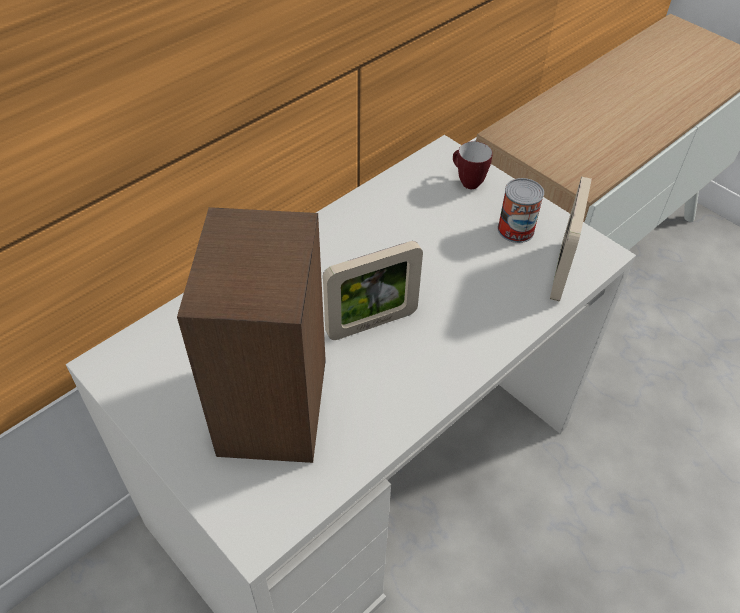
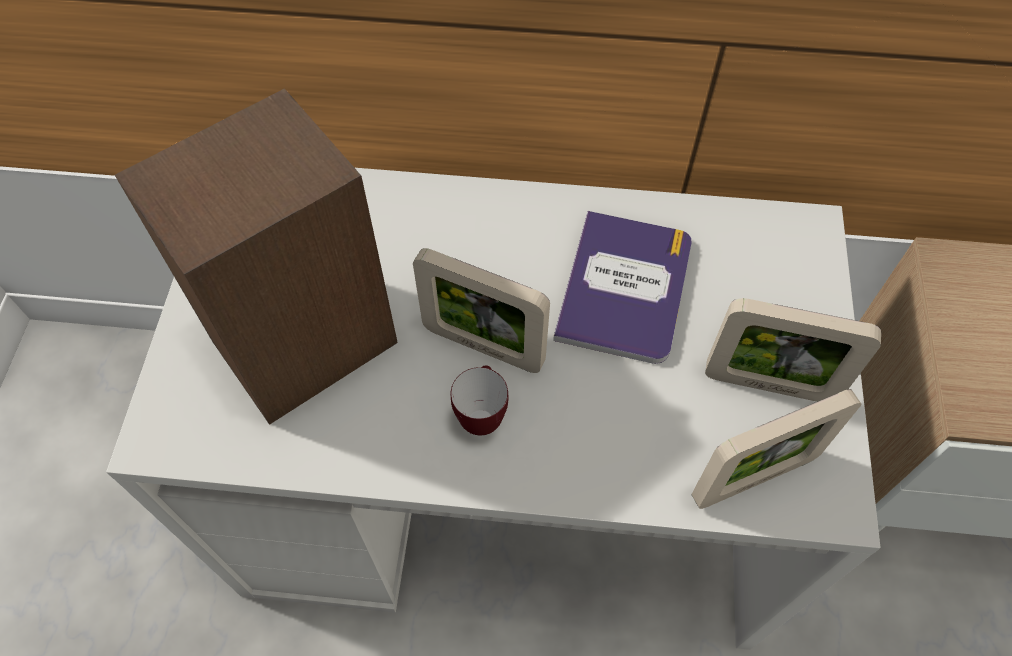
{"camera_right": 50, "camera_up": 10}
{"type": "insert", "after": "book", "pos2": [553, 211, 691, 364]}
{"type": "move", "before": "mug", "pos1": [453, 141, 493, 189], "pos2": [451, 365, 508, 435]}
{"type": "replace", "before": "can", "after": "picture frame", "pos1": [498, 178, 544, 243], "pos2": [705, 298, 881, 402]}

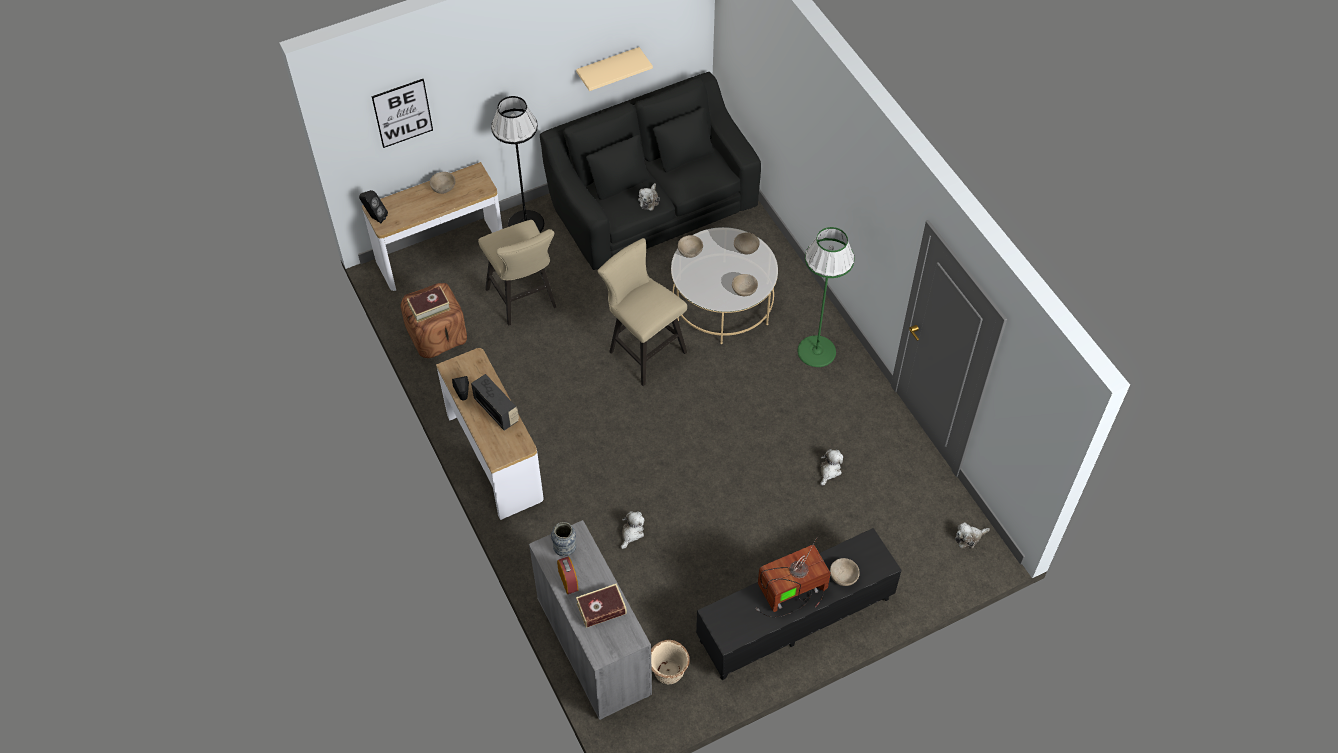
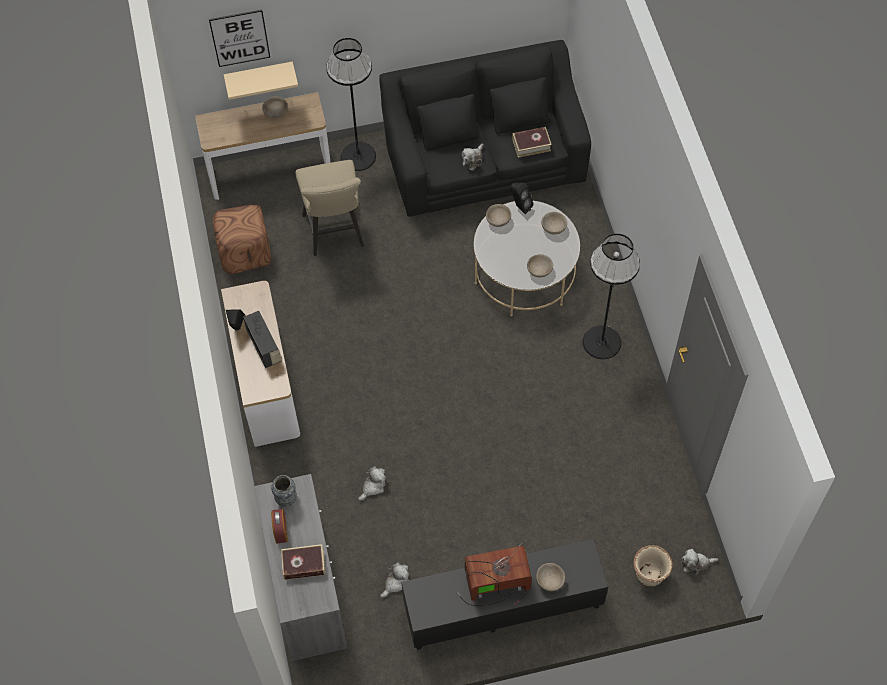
{"camera_right": 15, "camera_up": 5}
{"type": "delete", "before": "beige stool", "pos1": [597, 238, 687, 386]}
{"type": "move", "before": "black speaker", "pos1": [359, 190, 388, 223], "pos2": [510, 183, 534, 214]}
{"type": "move", "before": "book", "pos1": [407, 286, 451, 323], "pos2": [512, 127, 552, 158]}
{"type": "move", "before": "beige shelf", "pos1": [576, 47, 653, 91], "pos2": [224, 61, 298, 100]}
{"type": "move", "before": "beige planter", "pos1": [651, 640, 689, 684], "pos2": [633, 545, 673, 586]}
{"type": "move", "before": "plush toy", "pos1": [820, 449, 843, 486], "pos2": [380, 562, 409, 598]}
{"type": "recolor", "before": "green floor lamp", "after": "black floor lamp", "pos1": [797, 227, 855, 367], "pos2": [583, 234, 640, 359]}

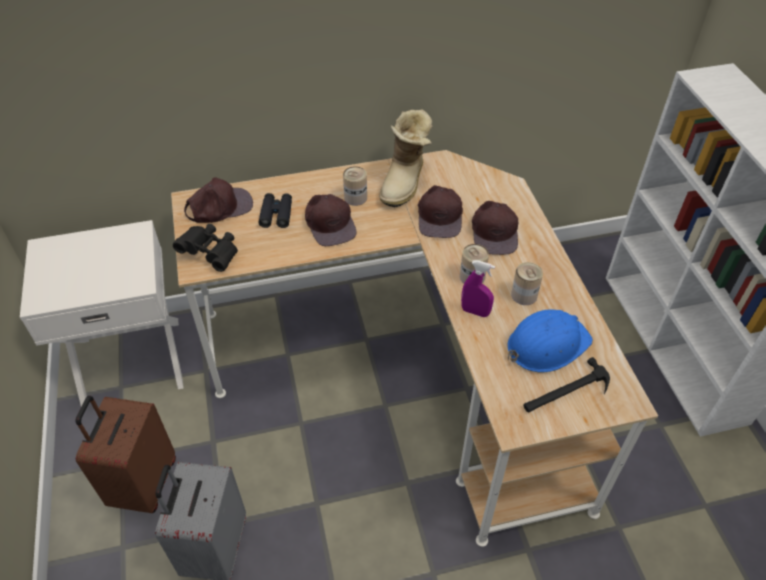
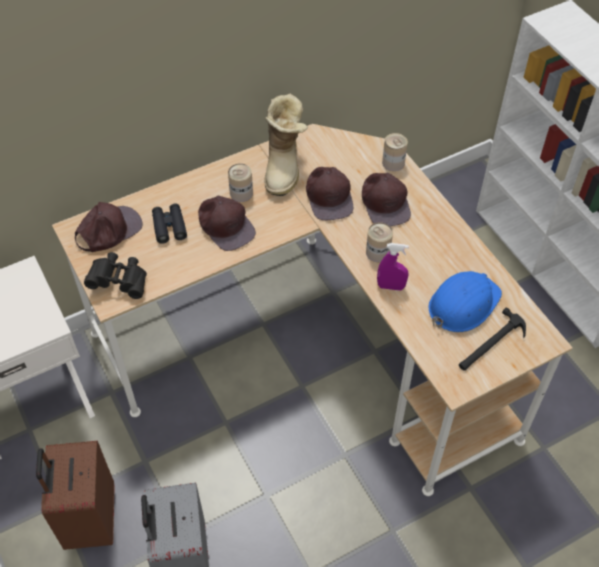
{"camera_right": -15, "camera_up": 5}
{"type": "move", "before": "can", "pos1": [511, 262, 543, 305], "pos2": [382, 133, 408, 171]}

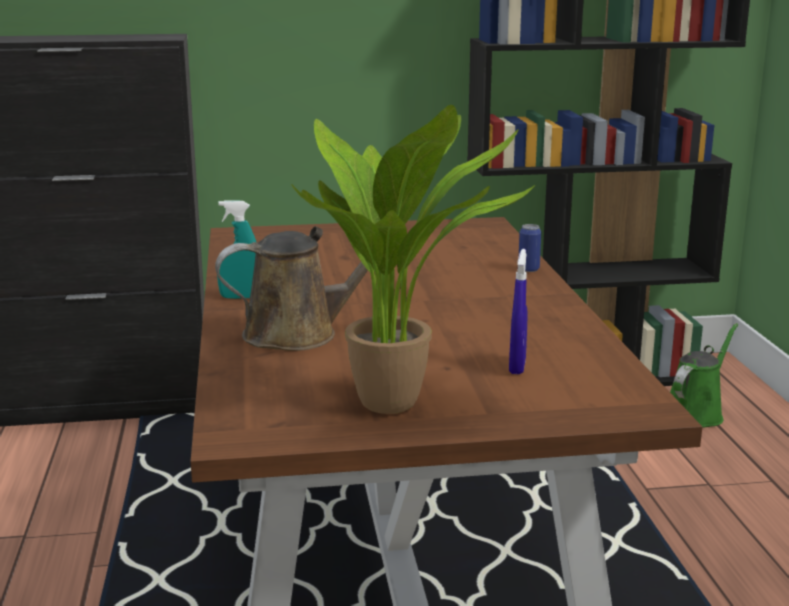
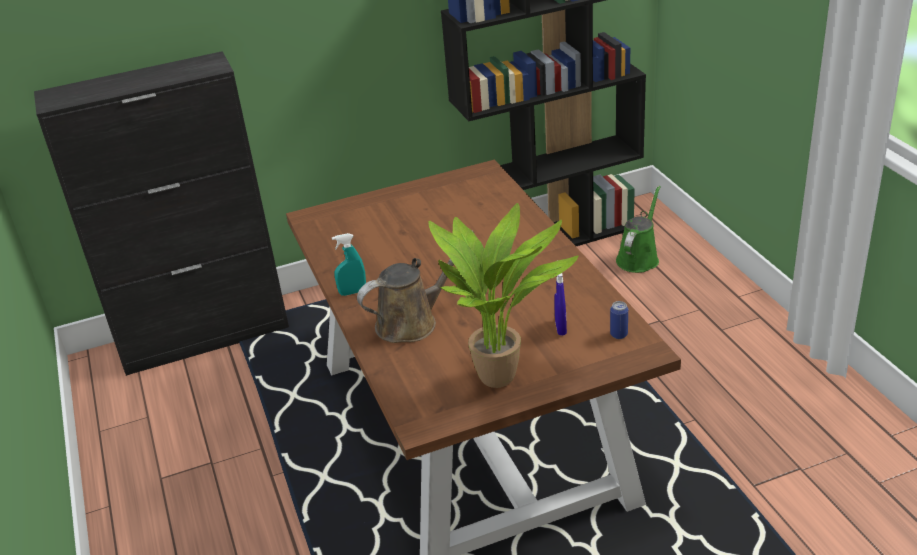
{"camera_right": -10, "camera_up": 15}
{"type": "move", "before": "can", "pos1": [519, 224, 541, 272], "pos2": [610, 301, 628, 339]}

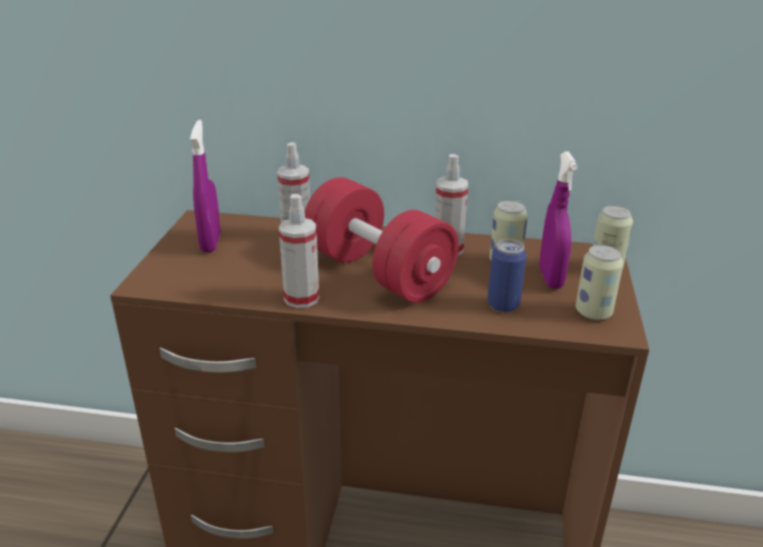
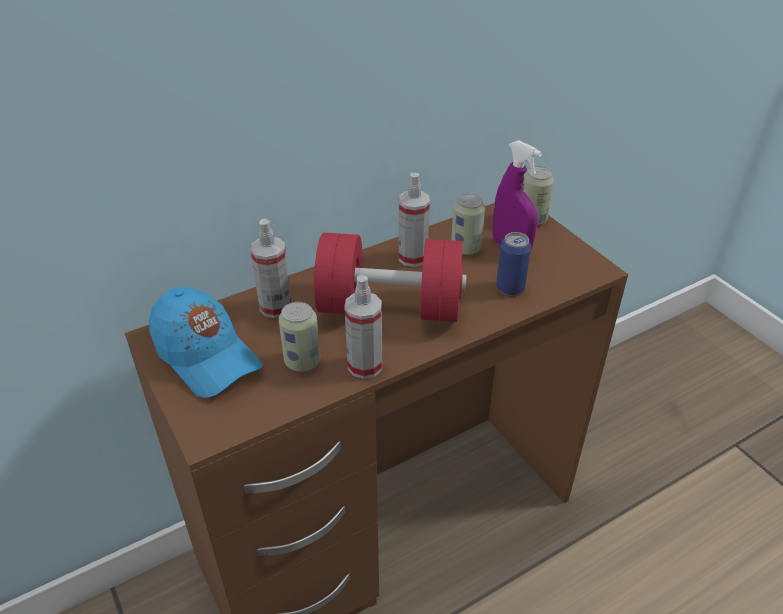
{"camera_right": -40, "camera_up": 10}
{"type": "move", "before": "can", "pos1": [576, 245, 624, 320], "pos2": [279, 302, 320, 372]}
{"type": "replace", "before": "purple spray bottle", "after": "blue cap", "pos1": [190, 120, 221, 253], "pos2": [149, 287, 263, 397]}

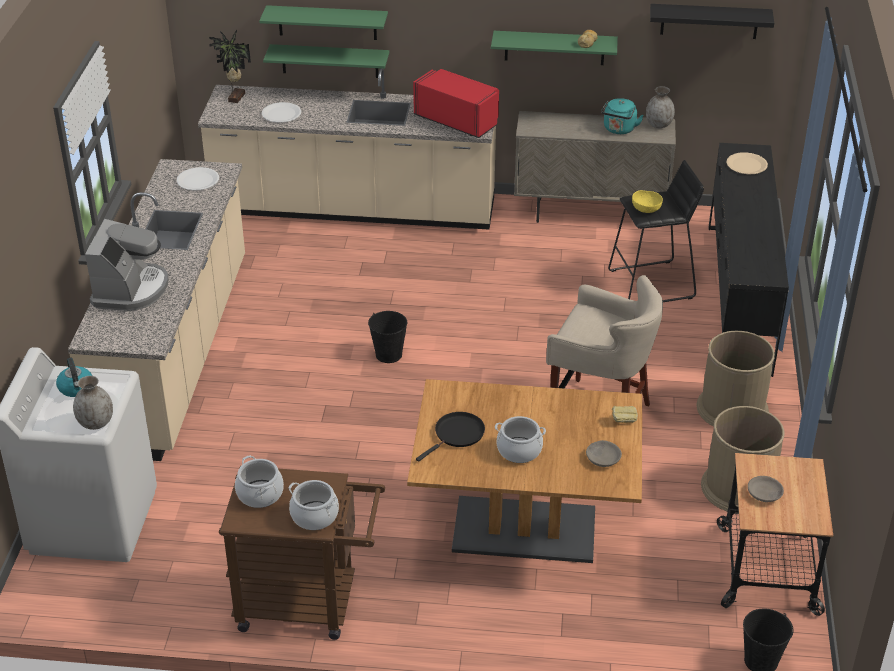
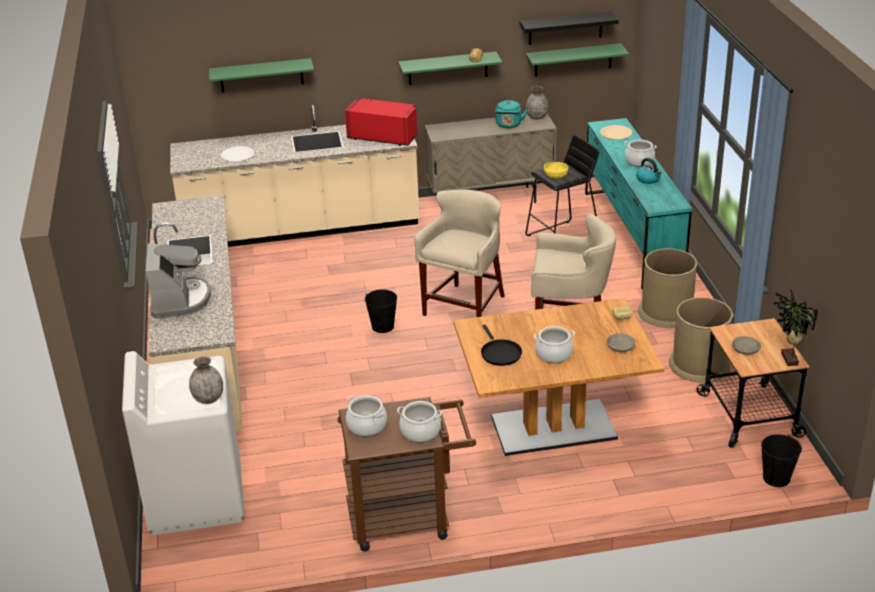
{"camera_right": -15, "camera_up": -5}
{"type": "delete", "before": "white plate", "pos1": [177, 167, 219, 191]}
{"type": "insert", "after": "beige stool", "pos2": [414, 189, 505, 317]}
{"type": "insert", "after": "cooking pot", "pos2": [625, 140, 657, 167]}
{"type": "move", "before": "kettle", "pos1": [56, 358, 92, 397], "pos2": [636, 158, 661, 184]}
{"type": "move", "before": "potted plant", "pos1": [209, 30, 251, 103], "pos2": [773, 288, 818, 366]}
{"type": "move", "before": "green shelf", "pos1": [263, 44, 389, 78], "pos2": [526, 43, 629, 76]}
{"type": "recolor", "before": "black dresser", "after": "turquoise dresser", "pos1": [709, 143, 789, 377], "pos2": [585, 118, 692, 290]}
{"type": "rotate", "before": "black frying pan", "pos1": [416, 412, 485, 462], "pos2": [481, 325, 522, 366], "turn": 135}

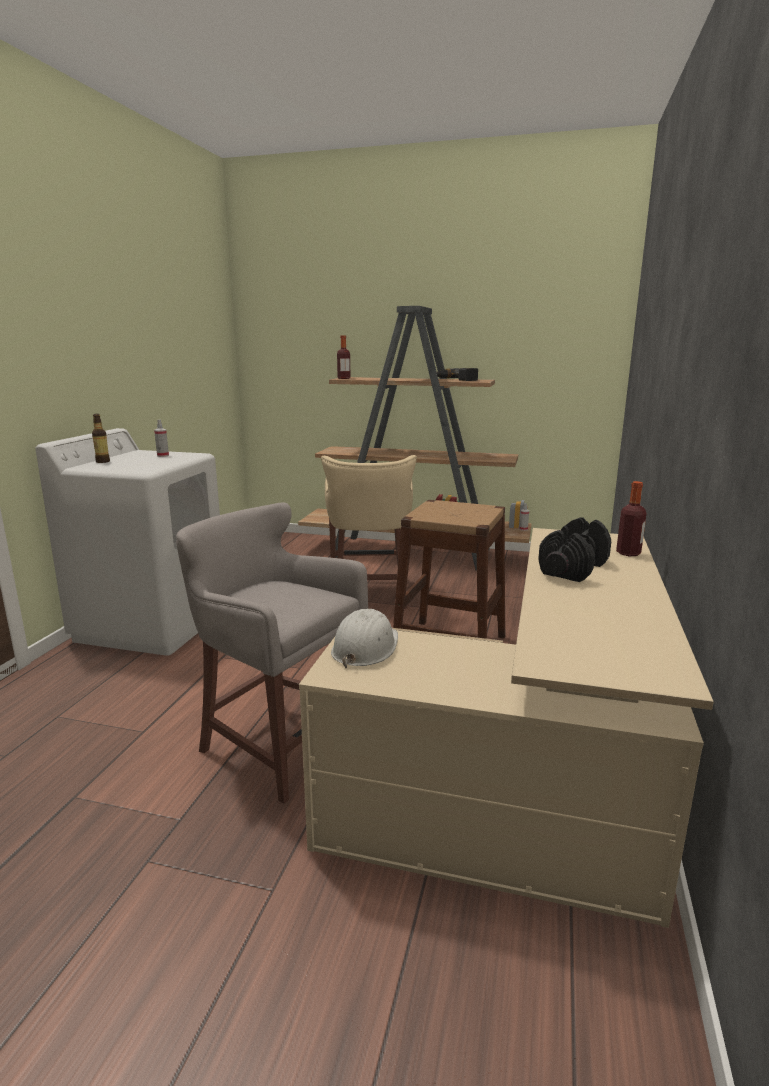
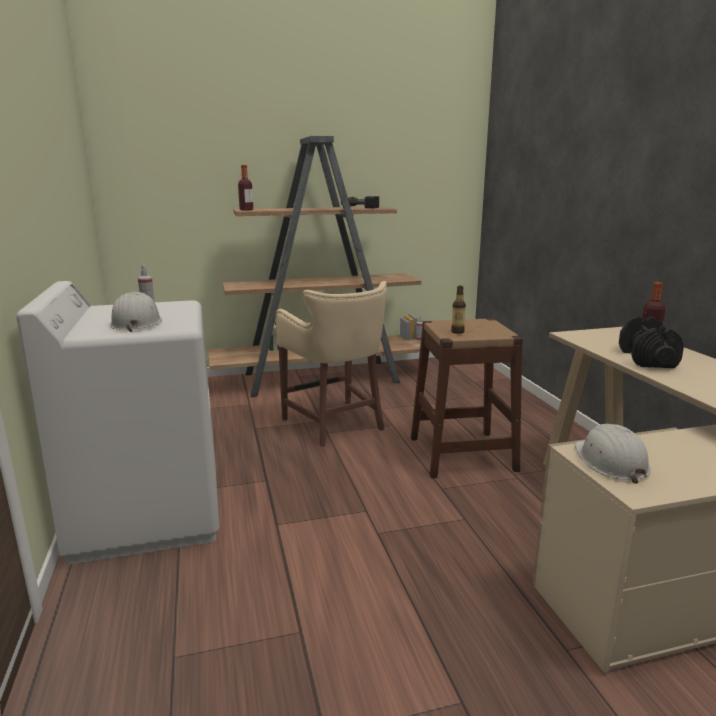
{"camera_right": -30, "camera_up": 0}
{"type": "delete", "before": "grey stool", "pos1": [176, 502, 368, 804]}
{"type": "insert", "after": "white hard hat", "pos2": [110, 292, 162, 332]}
{"type": "move", "before": "bottle", "pos1": [92, 414, 110, 463], "pos2": [451, 286, 466, 334]}

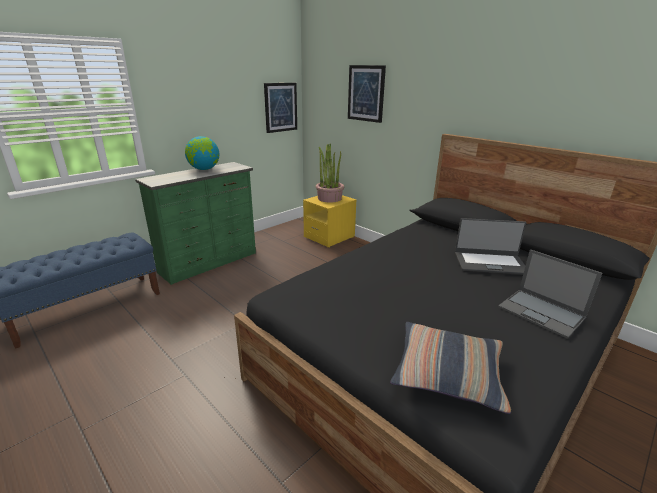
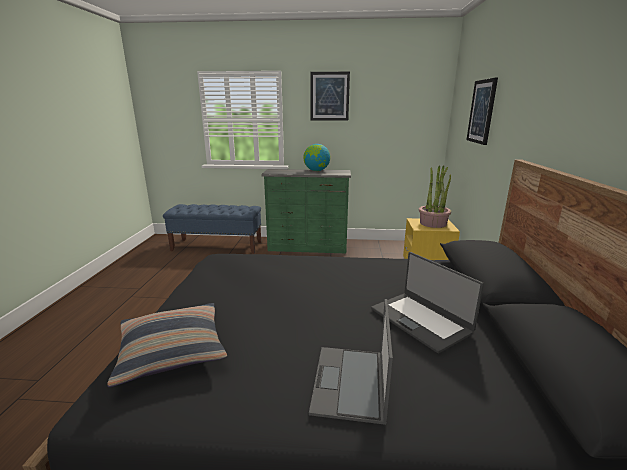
{"camera_right": 50, "camera_up": -5}
{"type": "move", "before": "picture", "pos1": [264, 83, 297, 133], "pos2": [310, 72, 350, 121]}

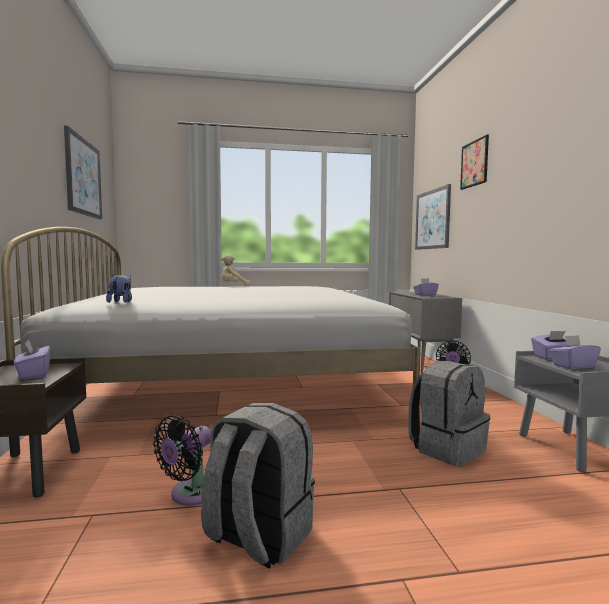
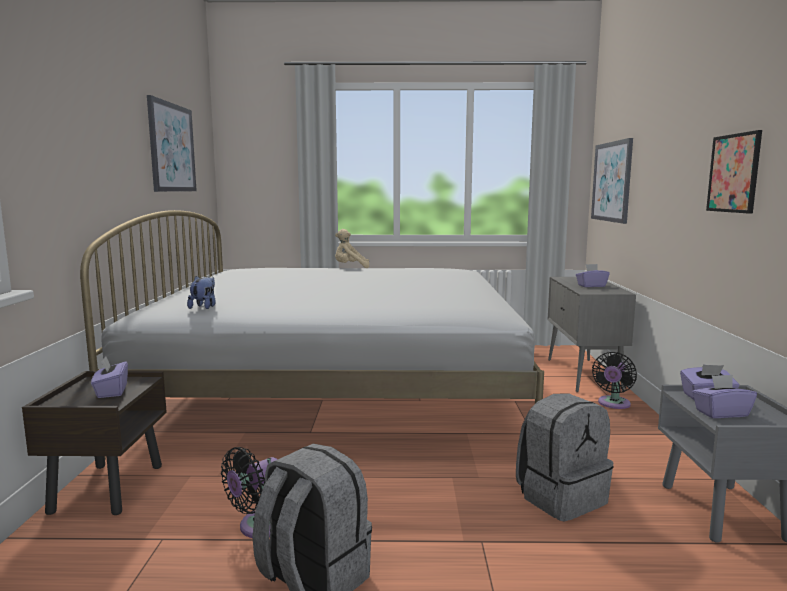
{"camera_right": 10, "camera_up": 5}
{"type": "move", "before": "picture", "pos1": [460, 134, 489, 190], "pos2": [706, 130, 762, 214]}

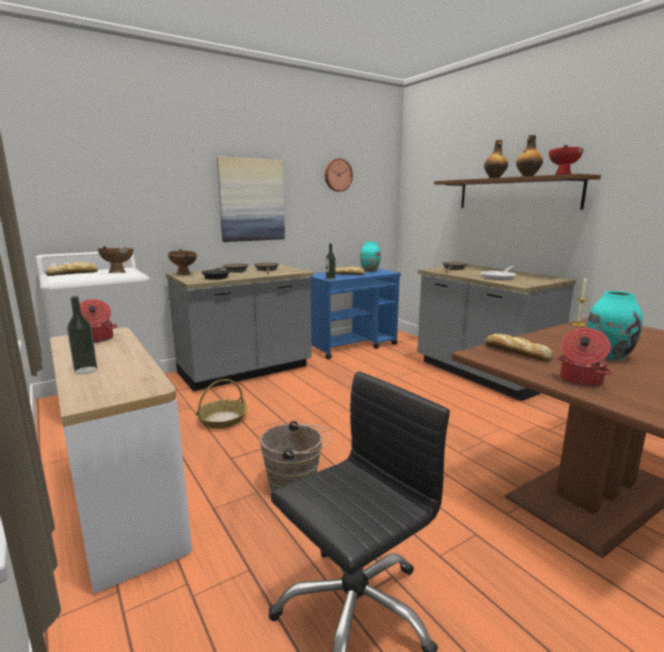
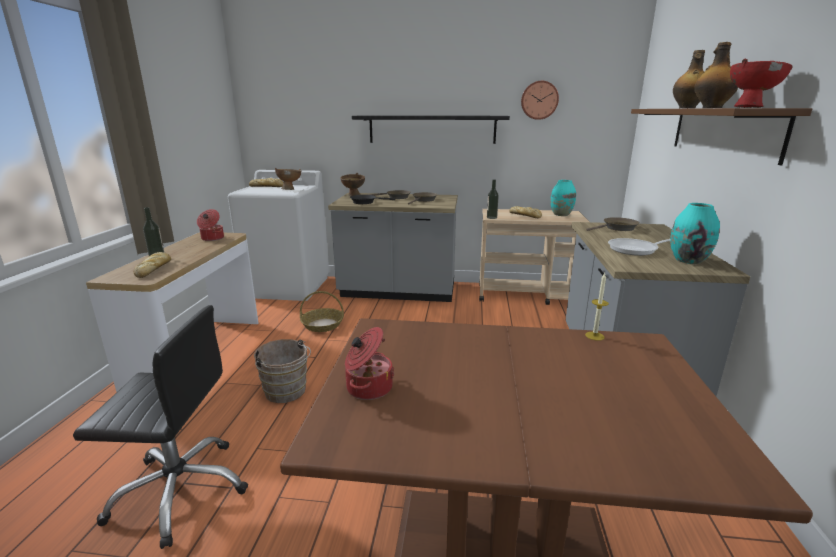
{"camera_right": 40, "camera_up": 5}
{"type": "move", "before": "bread", "pos1": [485, 334, 553, 361], "pos2": [133, 252, 171, 278]}
{"type": "move", "before": "turquoise vase", "pos1": [586, 291, 643, 361], "pos2": [670, 203, 720, 264]}
{"type": "replace", "before": "picture", "after": "black shelf", "pos1": [217, 157, 285, 242], "pos2": [352, 115, 510, 144]}
{"type": "recolor", "before": "blue cart", "after": "beige cart", "pos1": [310, 269, 401, 359], "pos2": [479, 209, 590, 305]}

